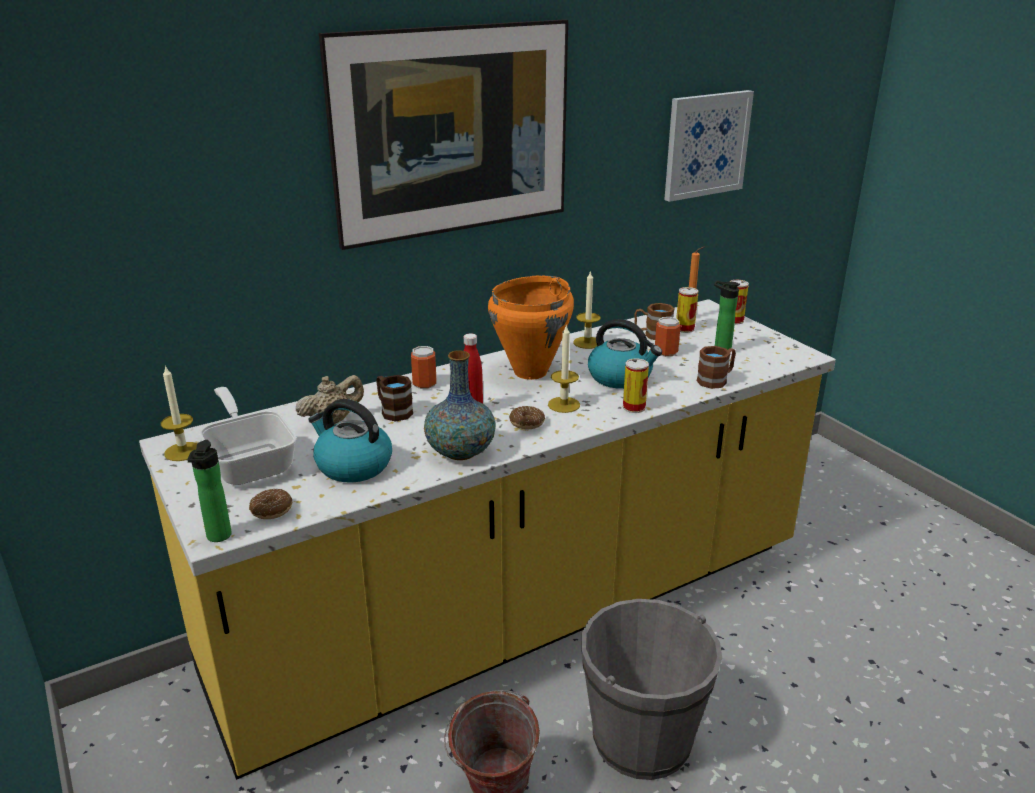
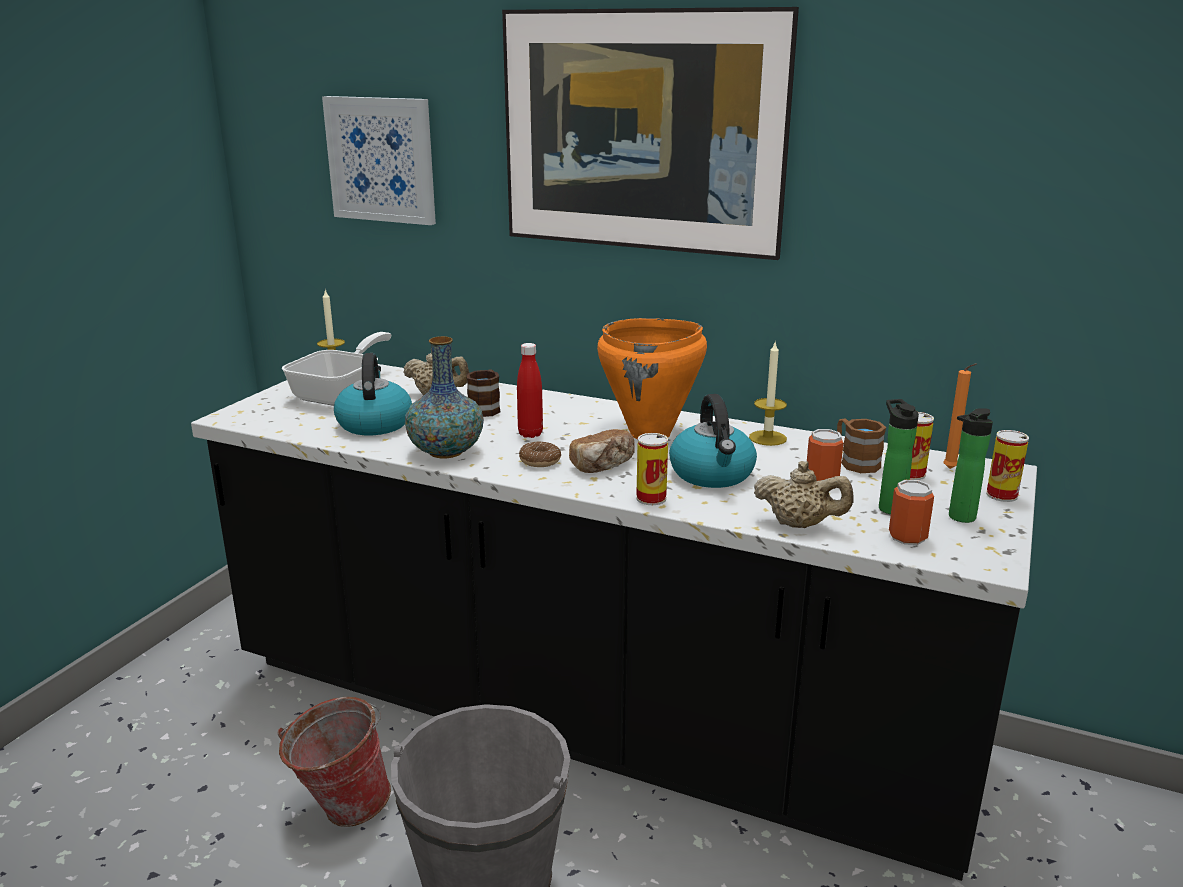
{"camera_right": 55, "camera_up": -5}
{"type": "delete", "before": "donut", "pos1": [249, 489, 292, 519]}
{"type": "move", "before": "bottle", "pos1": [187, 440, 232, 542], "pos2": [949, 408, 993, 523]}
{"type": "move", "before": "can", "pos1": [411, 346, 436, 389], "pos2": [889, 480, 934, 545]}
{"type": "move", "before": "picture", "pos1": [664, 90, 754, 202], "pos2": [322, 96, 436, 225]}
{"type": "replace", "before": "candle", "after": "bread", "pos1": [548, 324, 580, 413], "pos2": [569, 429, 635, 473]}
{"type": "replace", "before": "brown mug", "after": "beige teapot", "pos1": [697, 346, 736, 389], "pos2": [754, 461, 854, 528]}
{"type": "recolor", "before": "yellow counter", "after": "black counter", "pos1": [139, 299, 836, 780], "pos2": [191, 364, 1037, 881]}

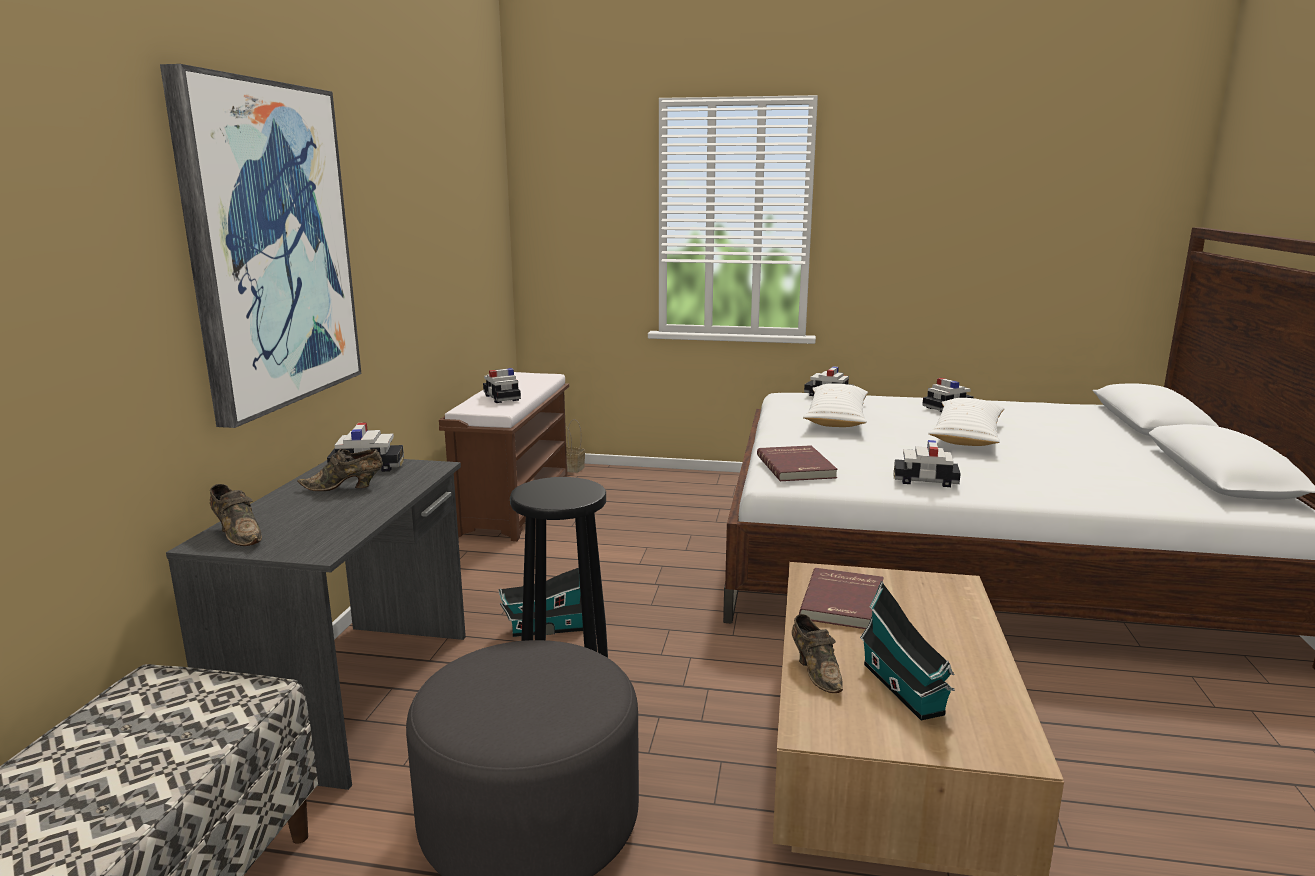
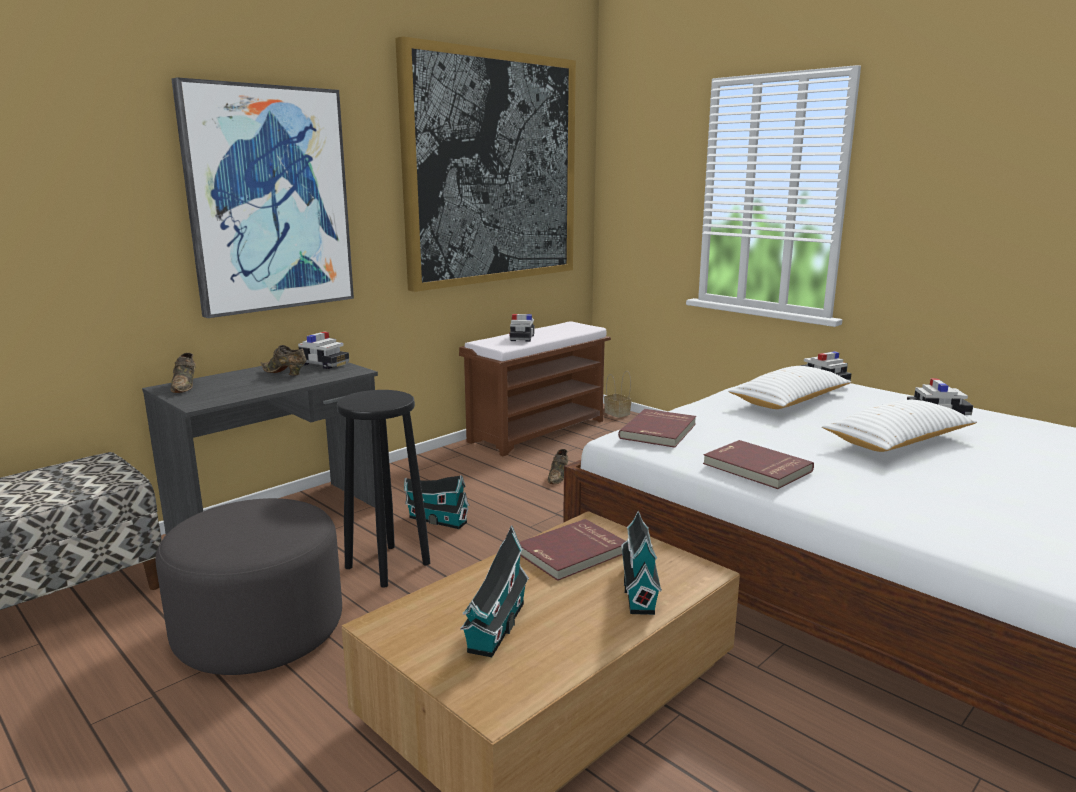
{"camera_right": 35, "camera_up": 0}
{"type": "insert", "after": "picture", "pos2": [395, 36, 576, 292]}
{"type": "insert", "after": "toy house", "pos2": [621, 511, 662, 615]}
{"type": "move", "before": "brown shoe", "pos1": [792, 614, 843, 693], "pos2": [547, 449, 568, 484]}
{"type": "replace", "before": "toy car", "after": "red book", "pos1": [893, 440, 961, 487], "pos2": [703, 440, 814, 489]}

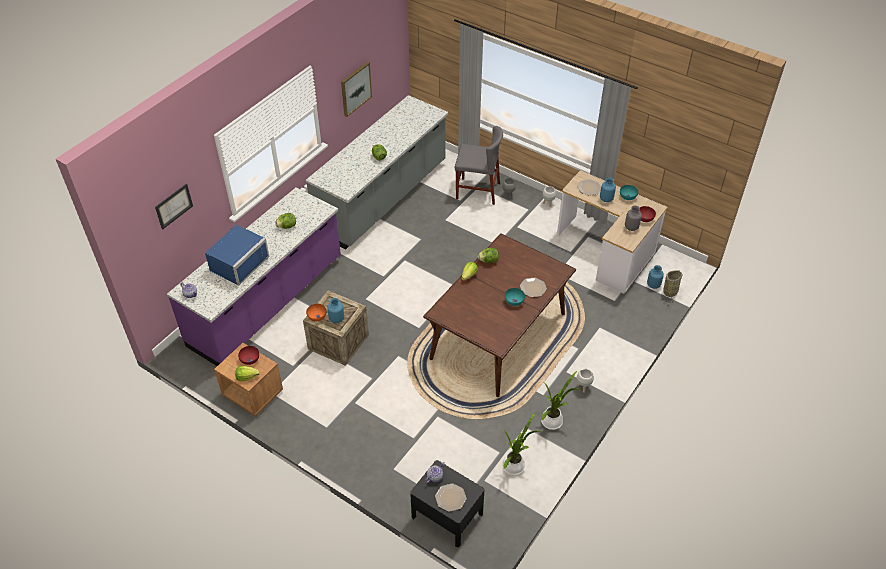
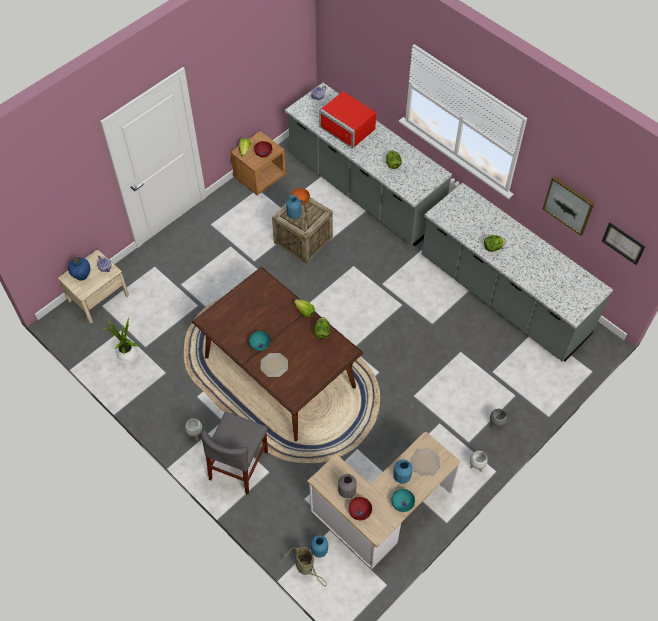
{"camera_right": 100, "camera_up": 10}
{"type": "delete", "before": "potted plant", "pos1": [541, 371, 581, 430]}
{"type": "move", "before": "picture", "pos1": [155, 184, 193, 229], "pos2": [602, 222, 645, 265]}
{"type": "move", "before": "grey chair", "pos1": [455, 126, 503, 205], "pos2": [201, 412, 268, 495]}
{"type": "replace", "before": "plate", "after": "blue vase", "pos1": [435, 483, 467, 512], "pos2": [68, 257, 90, 280]}
{"type": "recolor", "before": "purple counter", "after": "grey counter", "pos1": [167, 187, 341, 366], "pos2": [285, 83, 452, 246]}
{"type": "recolor", "before": "blue microwave", "after": "red microwave", "pos1": [205, 225, 269, 285], "pos2": [319, 91, 376, 149]}
{"type": "recolor", "before": "black nightstand", "after": "beige nightstand", "pos1": [410, 460, 485, 547], "pos2": [58, 250, 129, 323]}

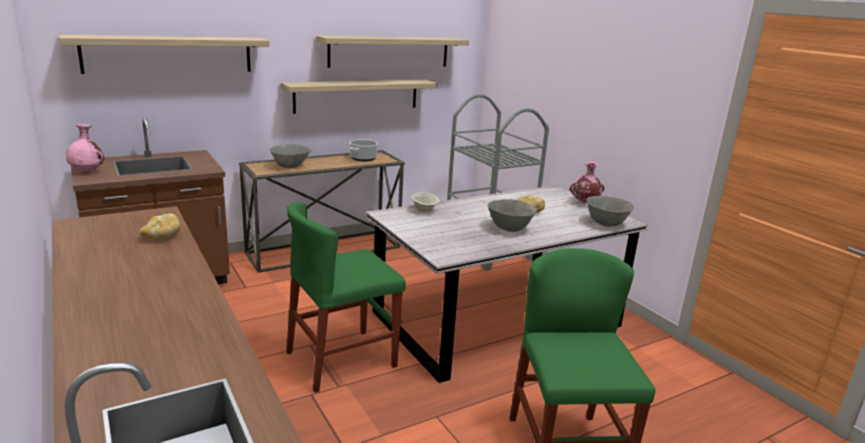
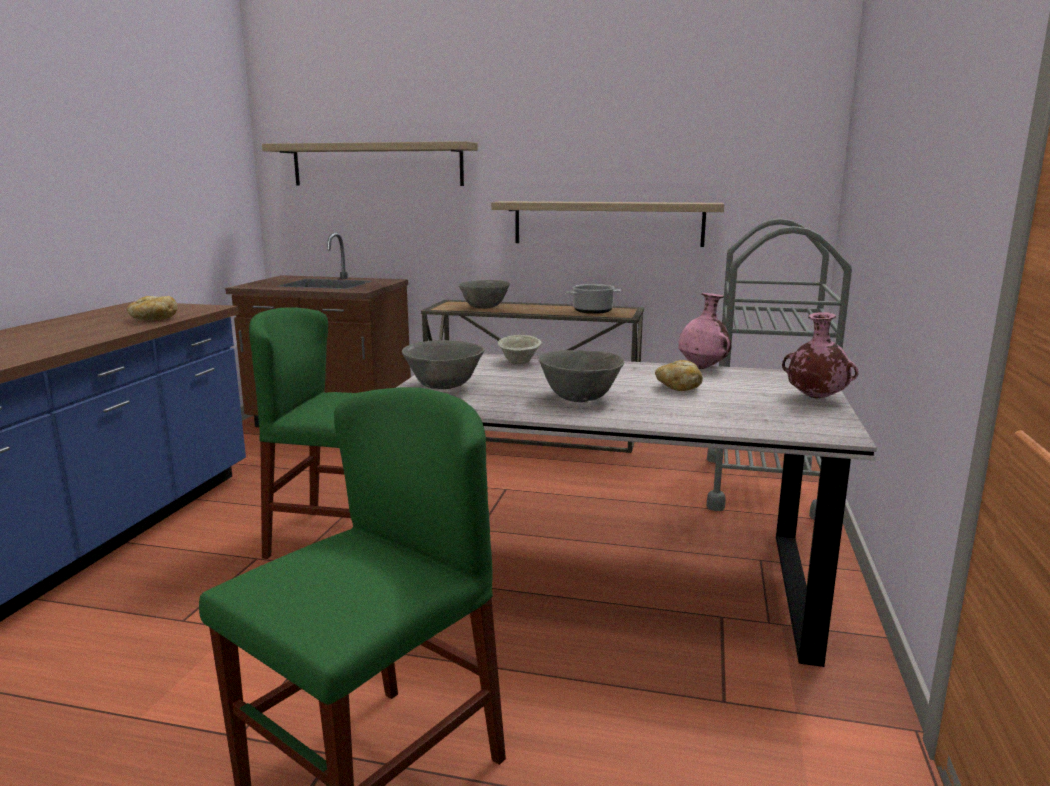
{"camera_right": 45, "camera_up": -5}
{"type": "delete", "before": "shelf", "pos1": [316, 36, 469, 68]}
{"type": "move", "before": "pink vase", "pos1": [66, 124, 104, 174], "pos2": [678, 293, 732, 369]}
{"type": "move", "before": "grey bowl", "pos1": [587, 196, 634, 227], "pos2": [402, 340, 485, 389]}

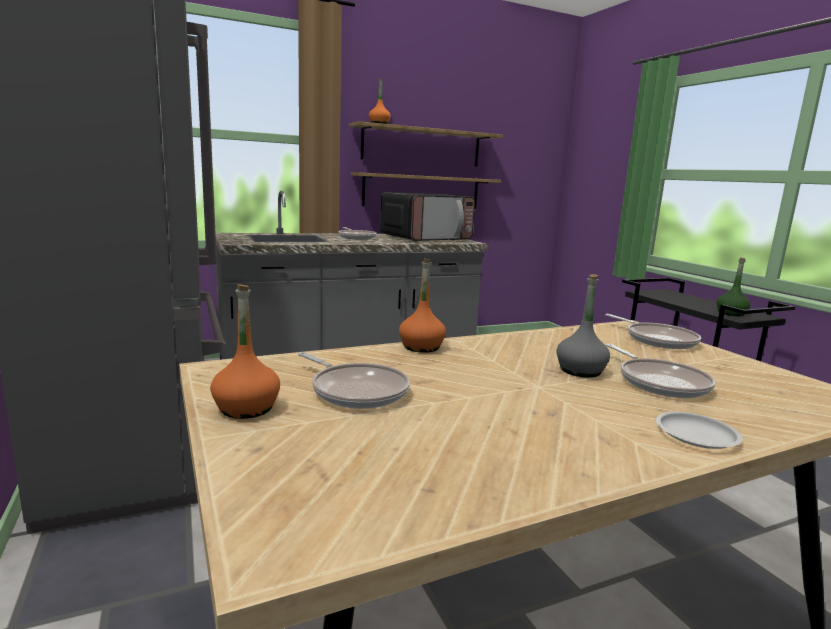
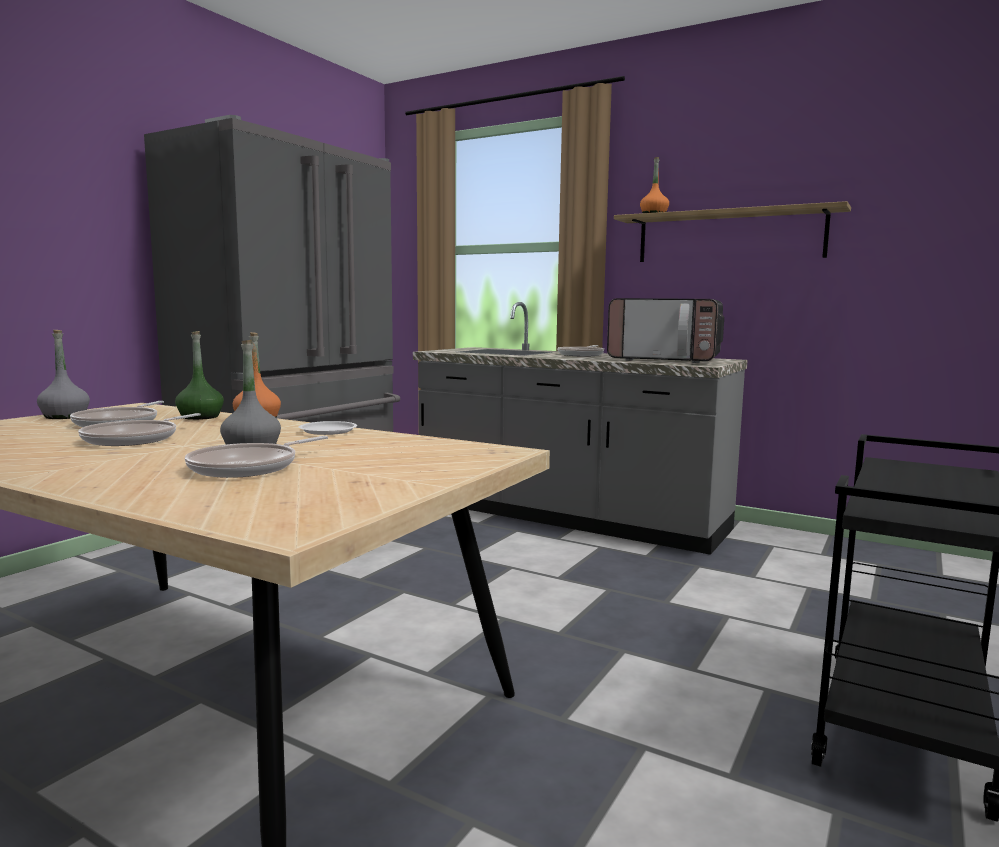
{"camera_right": 55, "camera_up": -5}
{"type": "delete", "before": "shelf", "pos1": [351, 172, 501, 209]}
{"type": "move", "before": "frying pan", "pos1": [605, 314, 701, 349], "pos2": [78, 413, 201, 446]}
{"type": "move", "before": "white plate", "pos1": [656, 412, 743, 449], "pos2": [299, 421, 357, 435]}
{"type": "move", "before": "green bottle", "pos1": [717, 257, 751, 316], "pos2": [175, 331, 224, 420]}
{"type": "recolor", "before": "orange bottle", "after": "grey bottle", "pos1": [210, 284, 280, 419], "pos2": [37, 330, 90, 419]}

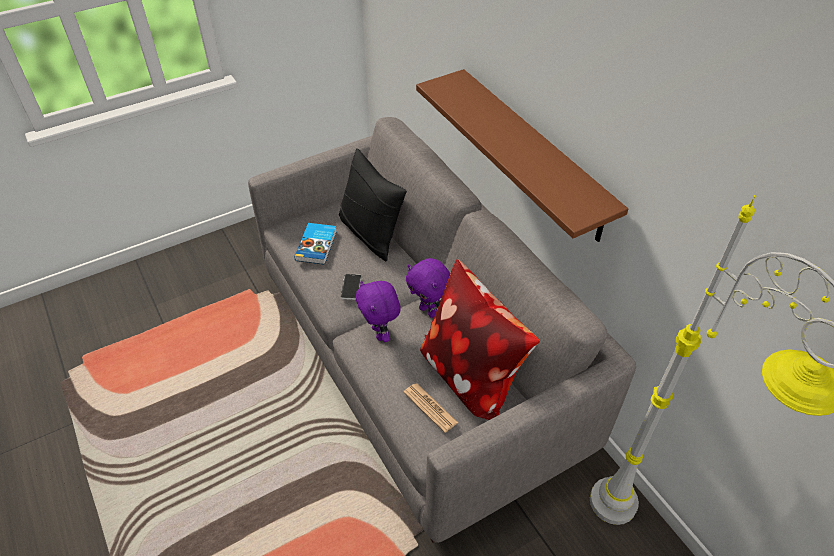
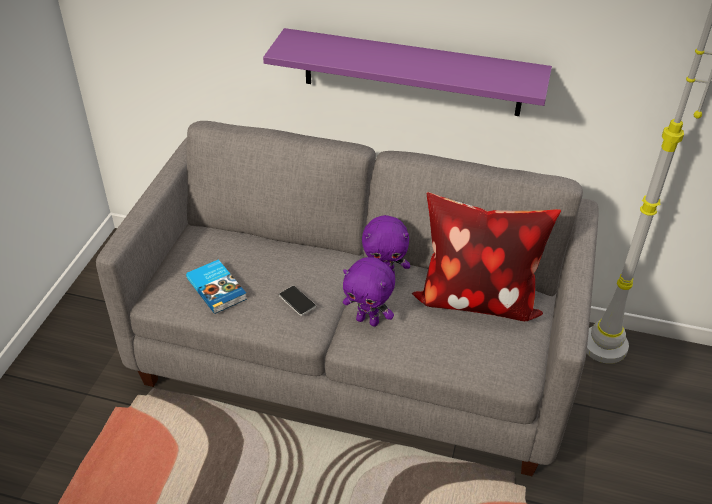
{"camera_right": -45, "camera_up": -5}
{"type": "delete", "before": "black pillow", "pos1": [339, 148, 407, 262]}
{"type": "delete", "before": "newspaper", "pos1": [403, 384, 458, 433]}
{"type": "recolor", "before": "brown shelf", "after": "purple shelf", "pos1": [416, 69, 628, 242], "pos2": [263, 28, 552, 116]}

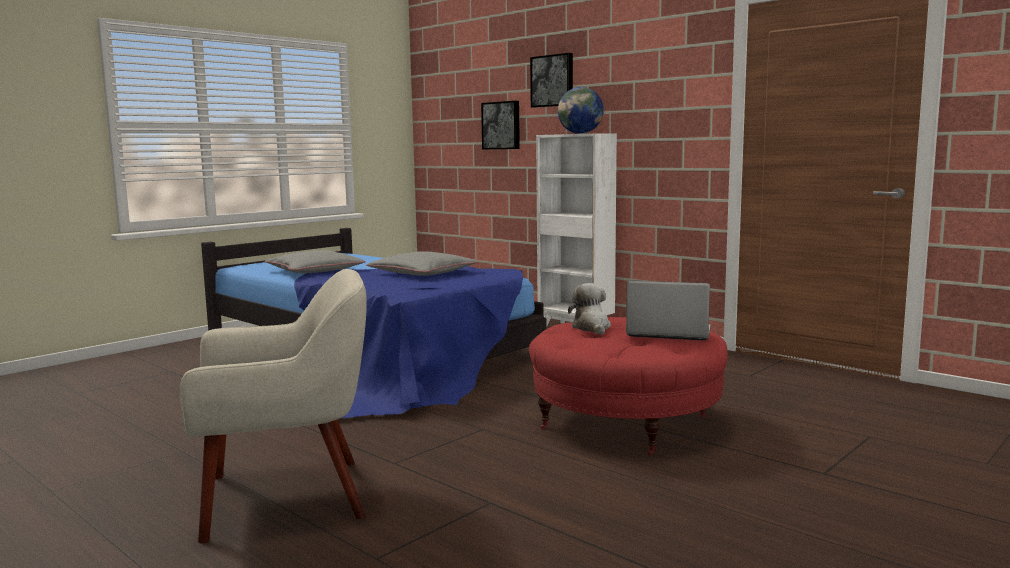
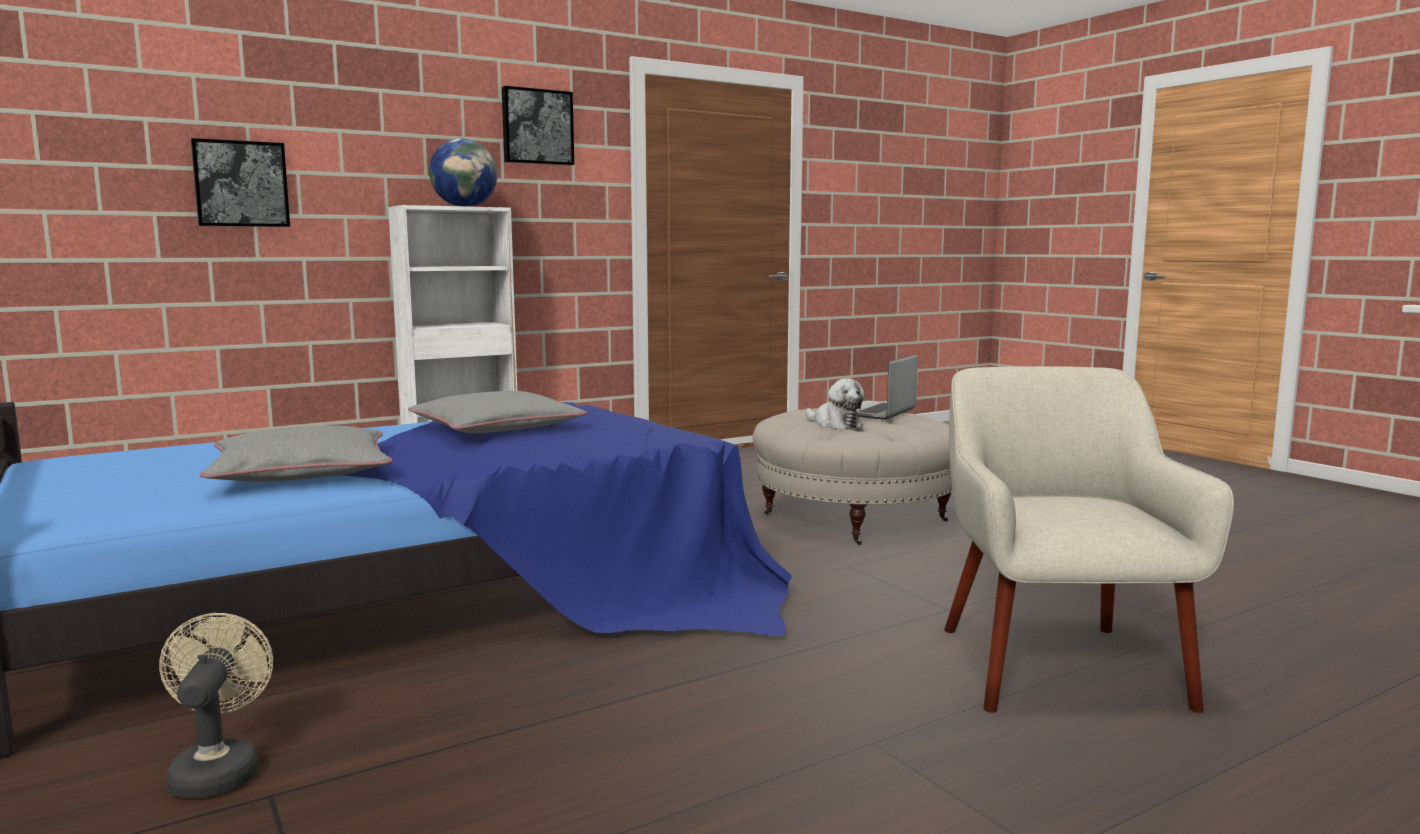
{"camera_right": -75, "camera_up": 0}
{"type": "insert", "after": "beige fan", "pos2": [159, 613, 273, 798]}
{"type": "move", "before": "picture", "pos1": [530, 53, 573, 108], "pos2": [502, 86, 574, 166]}
{"type": "recolor", "before": "red ottoman", "after": "beige ottoman", "pos1": [529, 317, 728, 456], "pos2": [753, 409, 952, 545]}
{"type": "rotate", "before": "plush toy", "pos1": [568, 283, 611, 335], "pos2": [805, 378, 865, 429], "turn": -135}

